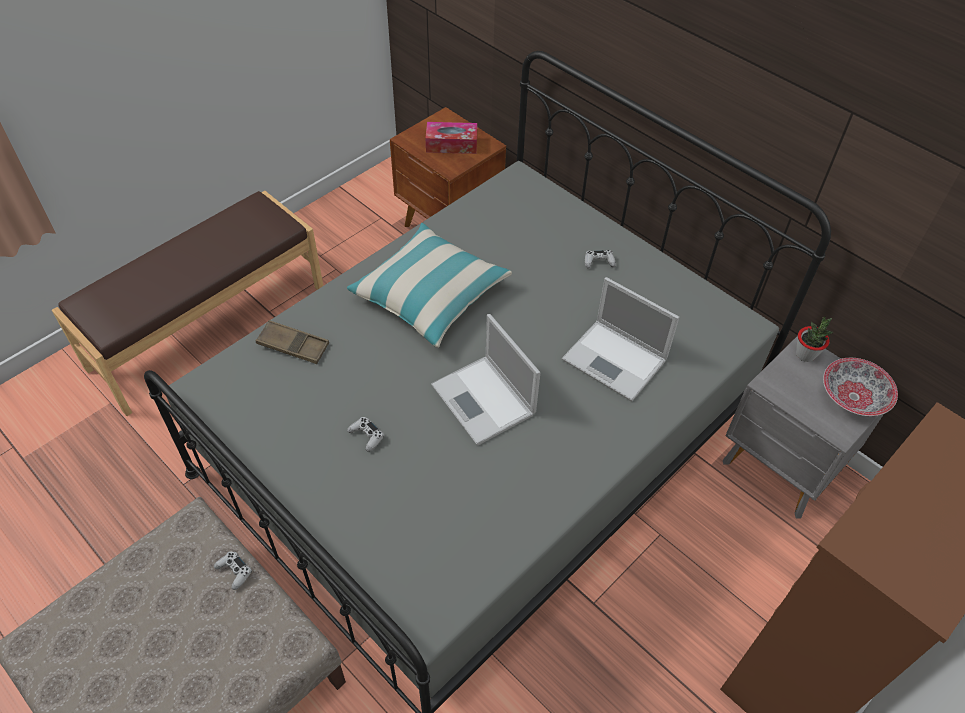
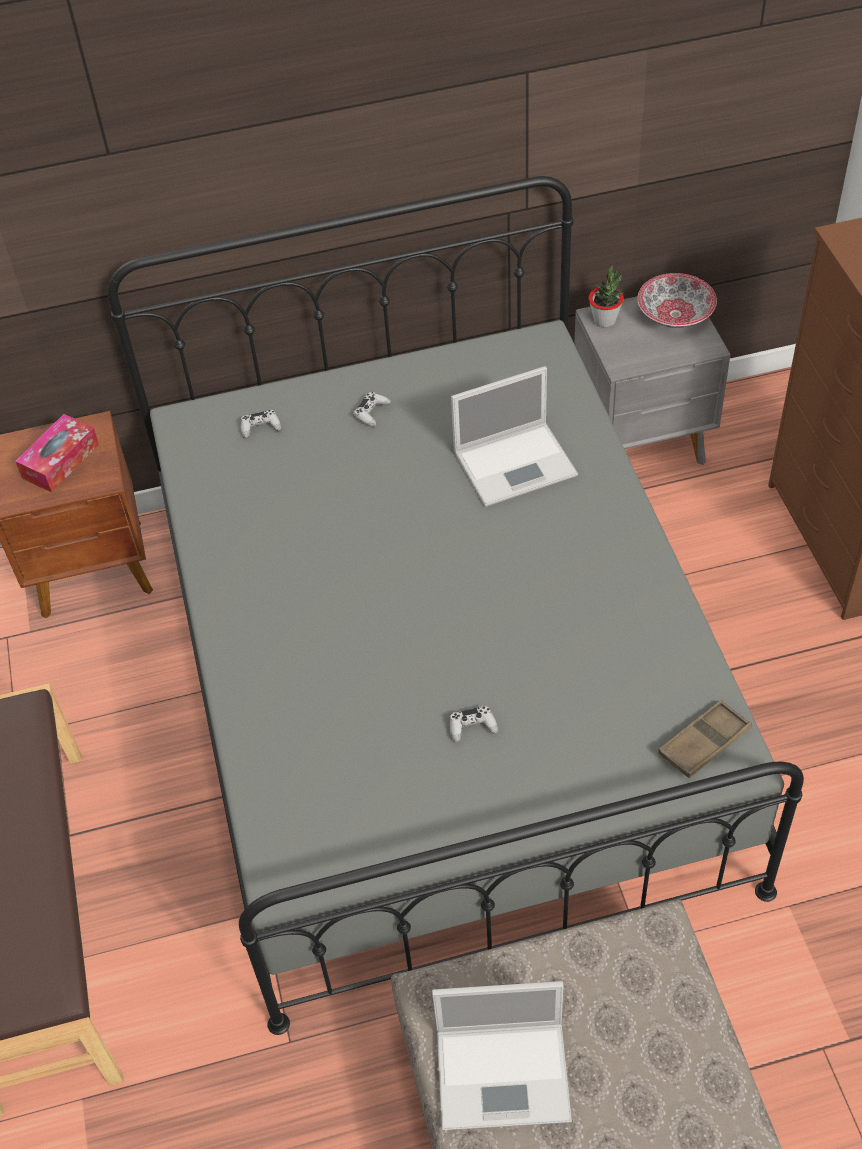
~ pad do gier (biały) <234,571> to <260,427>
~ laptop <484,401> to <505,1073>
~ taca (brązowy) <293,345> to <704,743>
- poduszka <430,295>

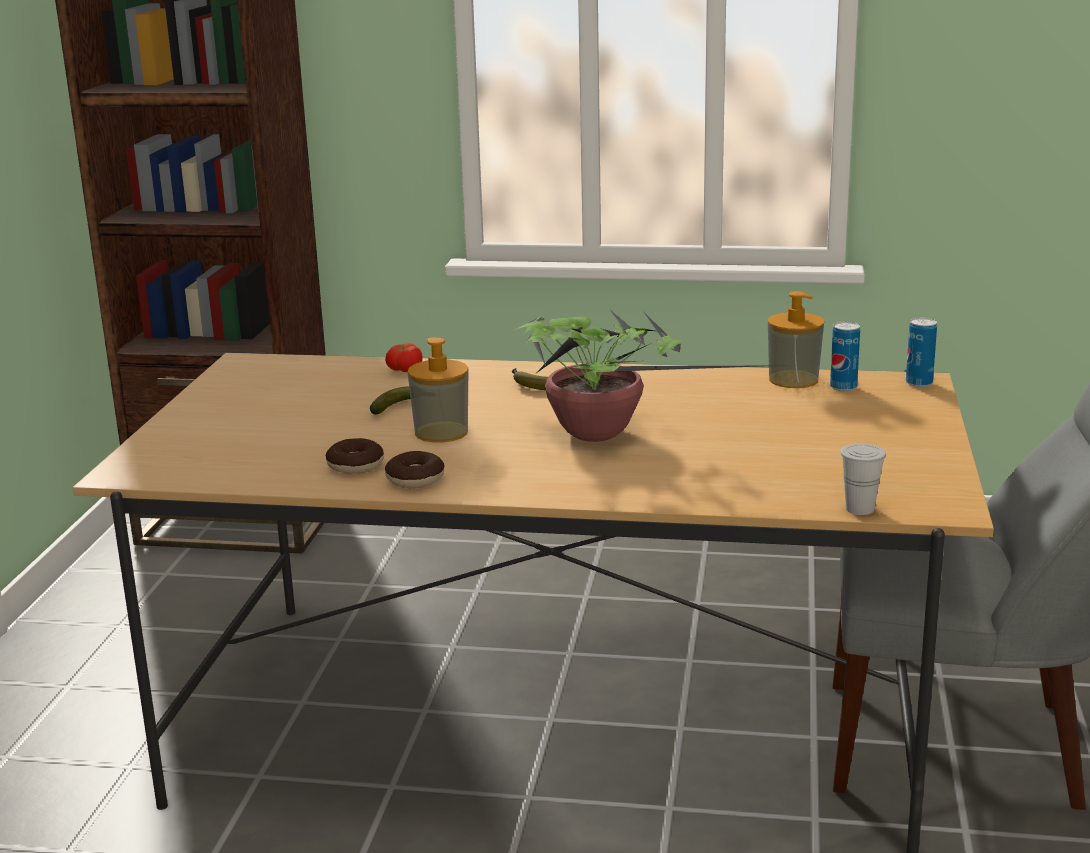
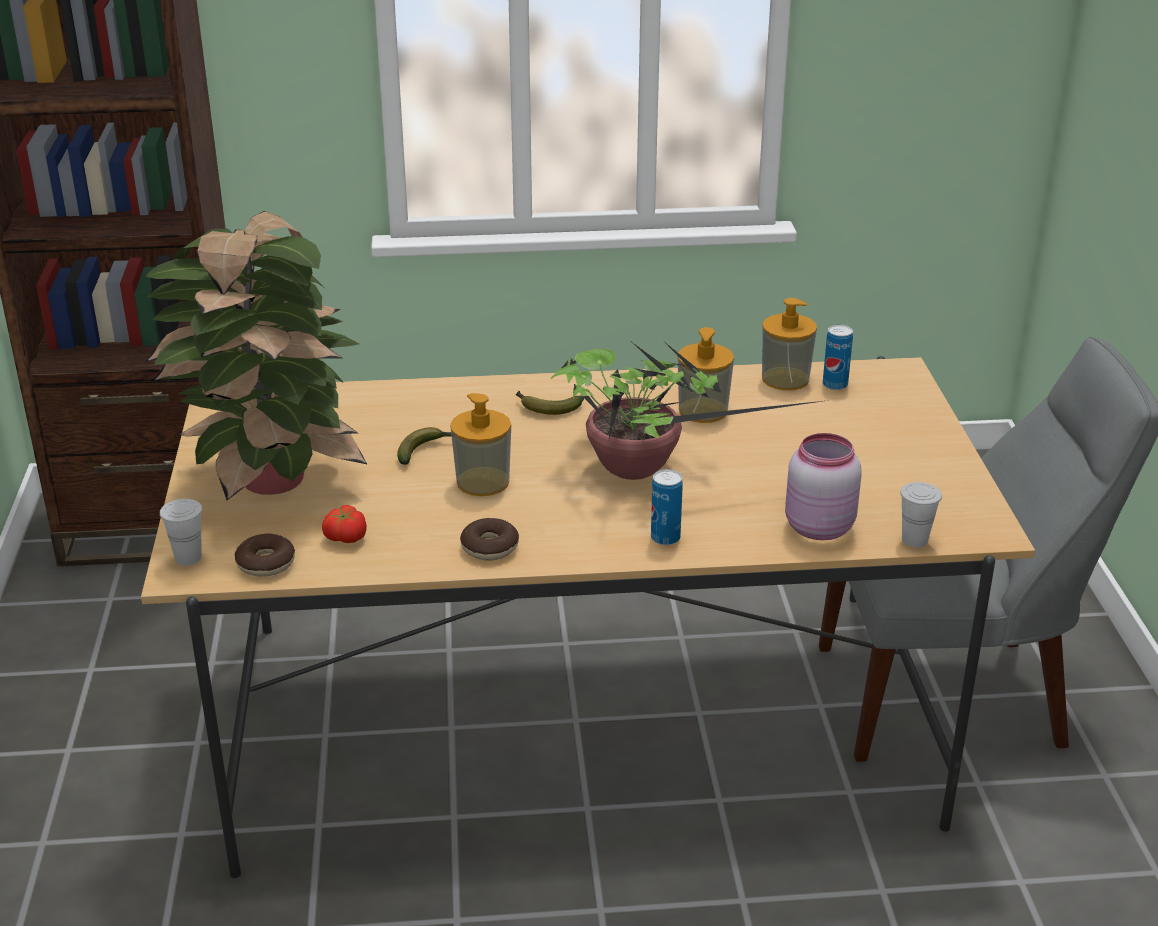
+ roślina doniczkowa <270,482>
+ filiżanka (biały) <188,557>
~ donut <355,465> to <266,563>
~ pomidor <404,370> to <345,538>
~ puszka <919,383> to <665,538>
+ dozownik mydła <703,410>
+ słoik (różowy) <817,527>

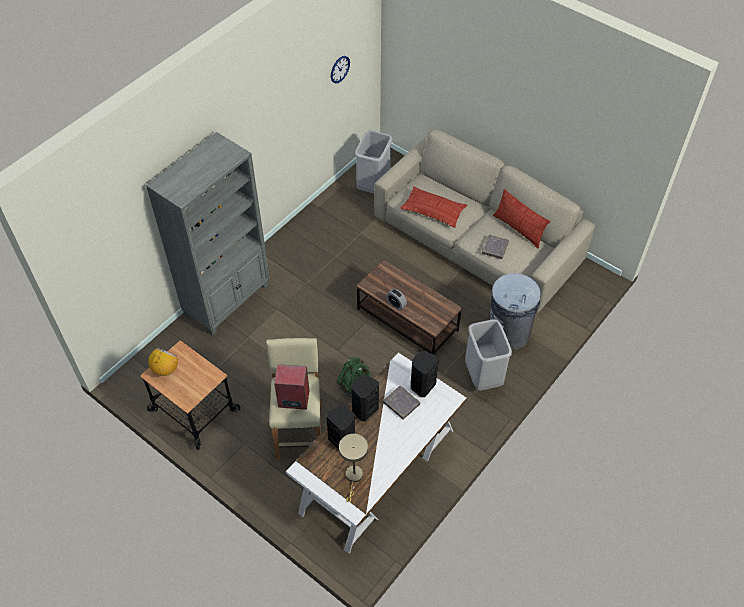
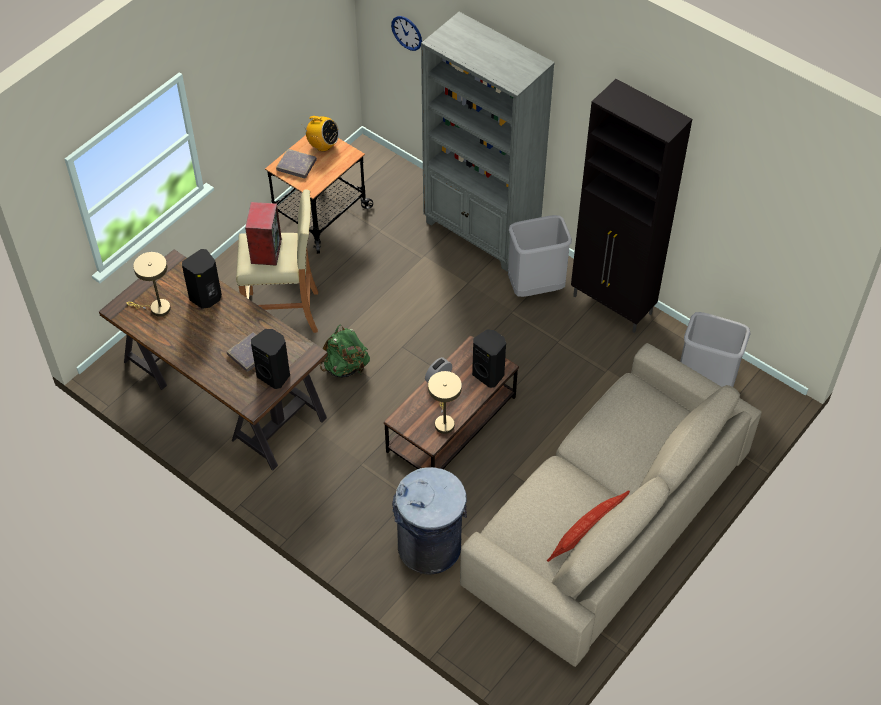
~ biurko (biały) <378,471> to biurko (brązowy) <223,390>
~ książka (szary) <495,248> to <296,165>
~ zegar ścienny <340,69> to <407,33>
+ lampa stołowa (beżowy) <444,422>
~ głośnik (czarny) <364,409> to <489,374>
~ kosz na śmieci (szary) <482,376> to <535,286>
+ szafka (czarny) <613,305>
- poduszka <433,210>

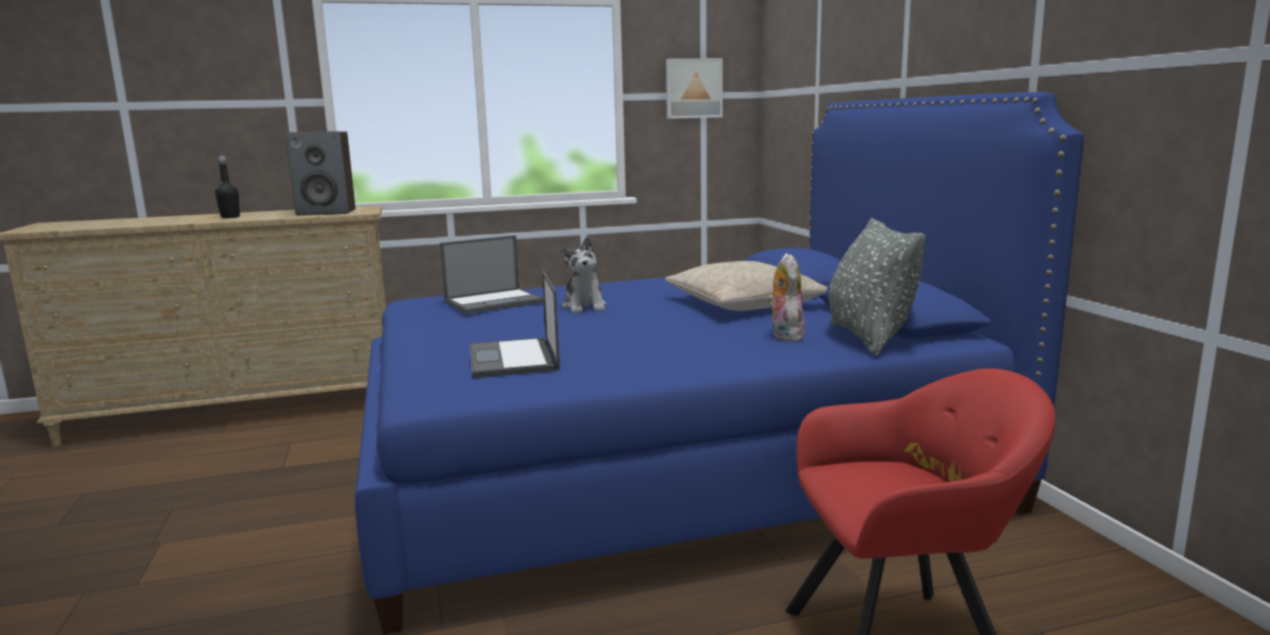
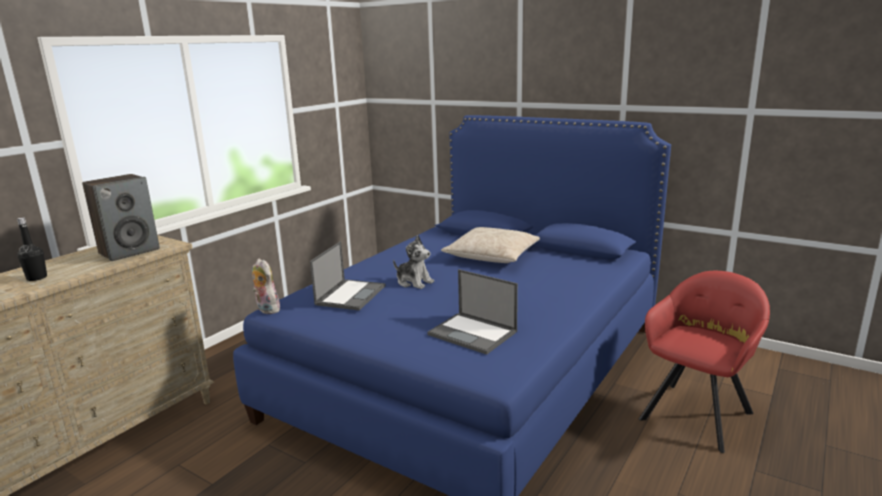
~ pluszak <784,335> to <266,309>
- obraz <693,88>
- poduszka (szary) <869,337>

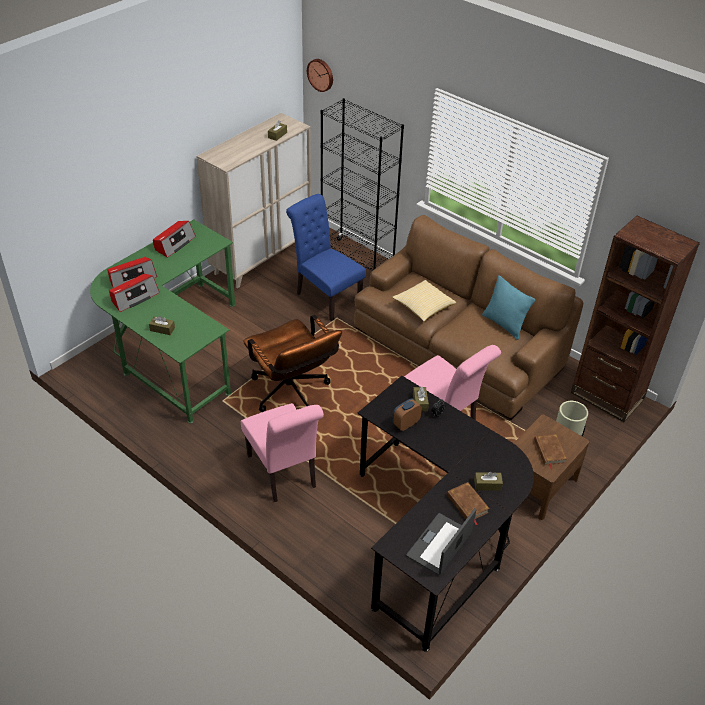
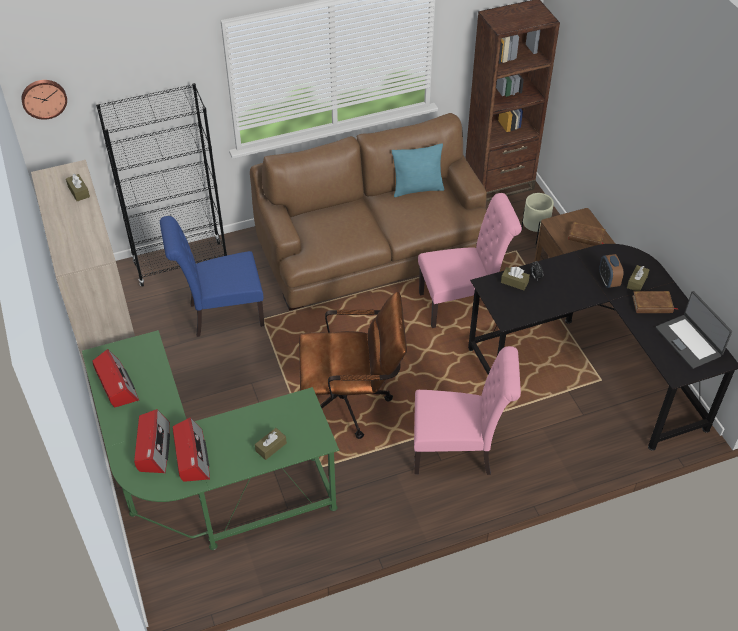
~ budzik <405,424> to <608,281>
- poduszka <423,307>

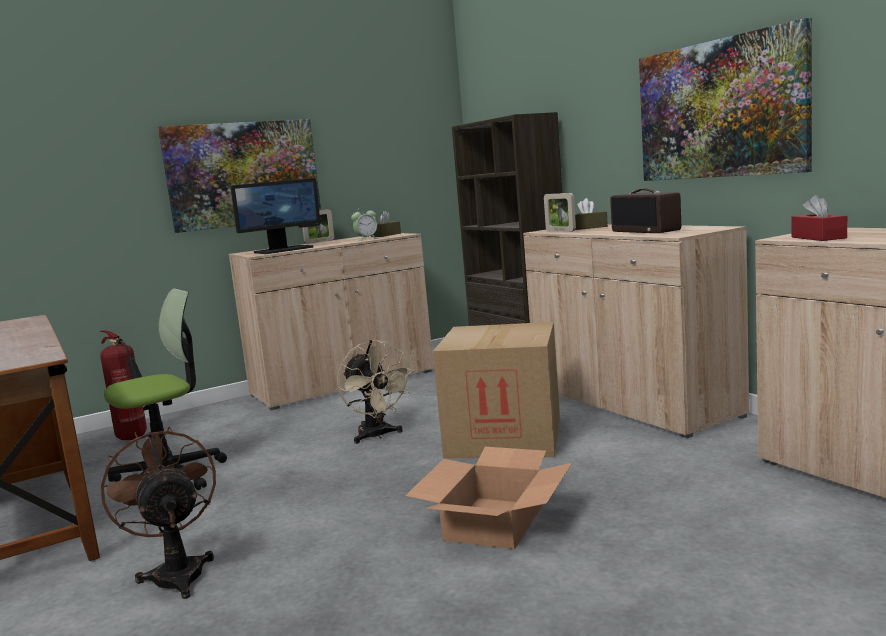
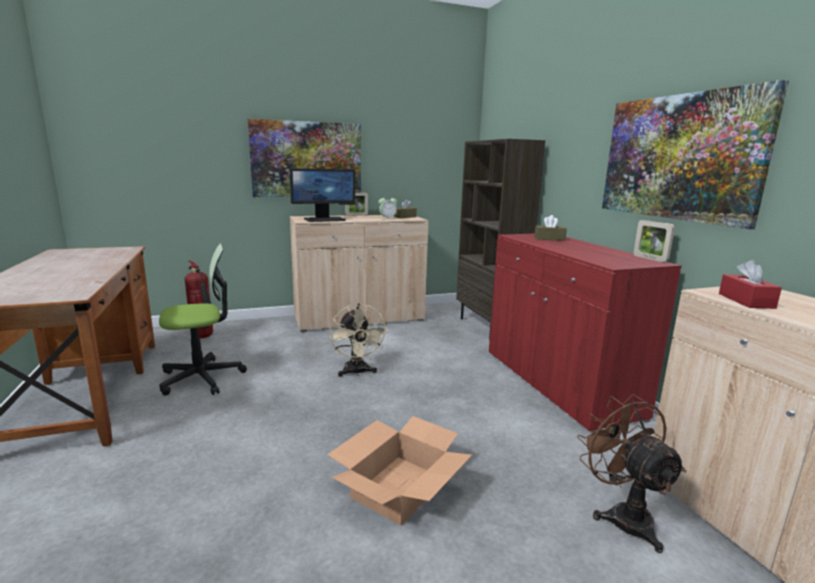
~ szafka (beżowy) <631,402> to szafka (czerwony) <558,383>
~ wentylator (brązowy) <176,572> to <622,515>
~ ramka na zdjęcie <560,231> to <650,259>
- karton <504,437>
- radio <646,231>

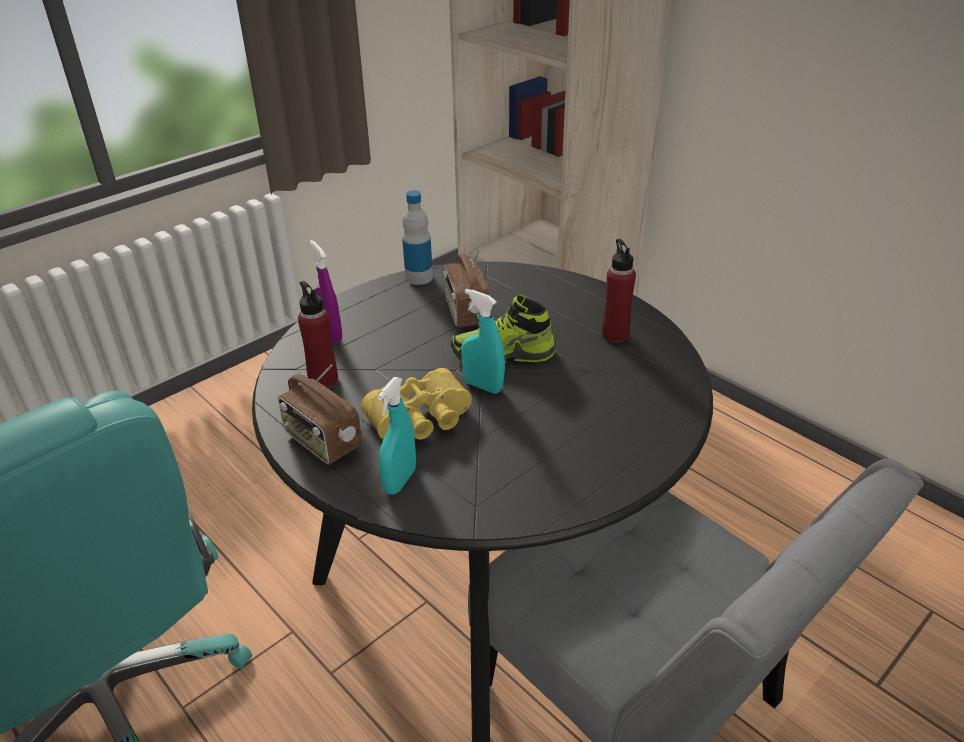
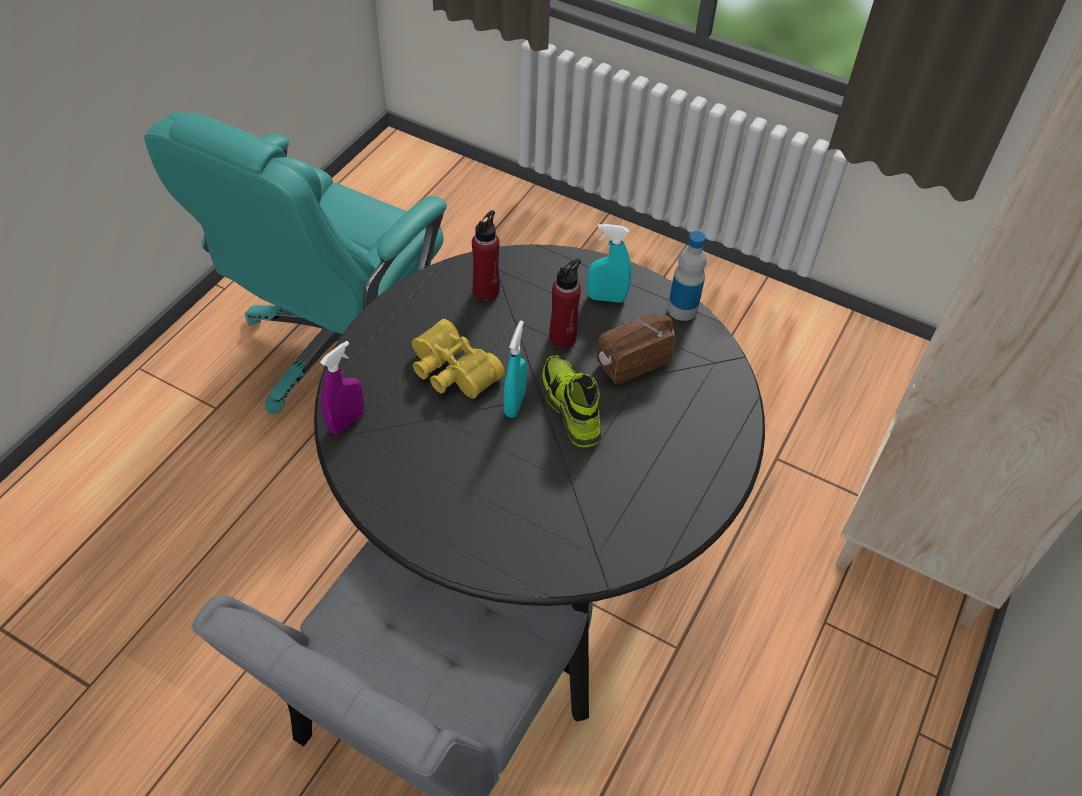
~ spryskiwacz (fioletowy) <330,334> to <346,421>
~ butelka (czerwony) <615,334> to <563,337>
~ spryskiwacz (turkusowy) <400,481> to <606,298>
- radio <322,442>

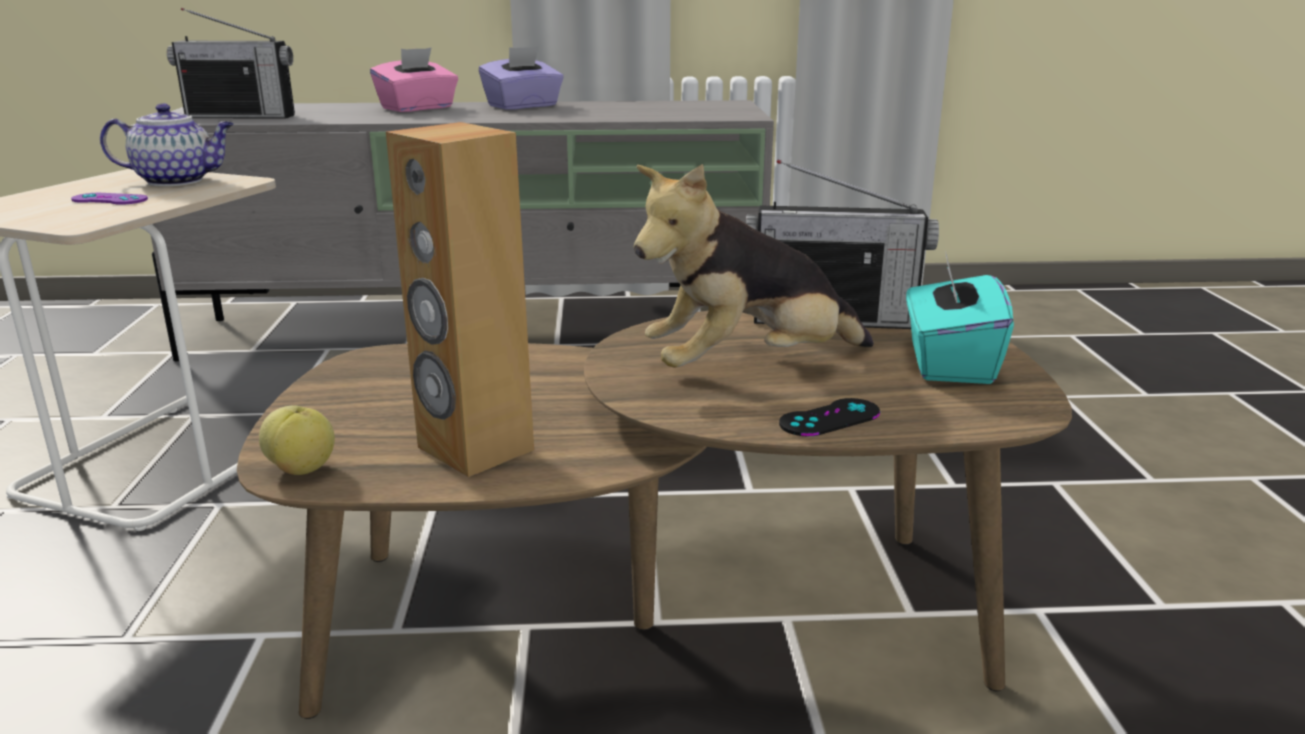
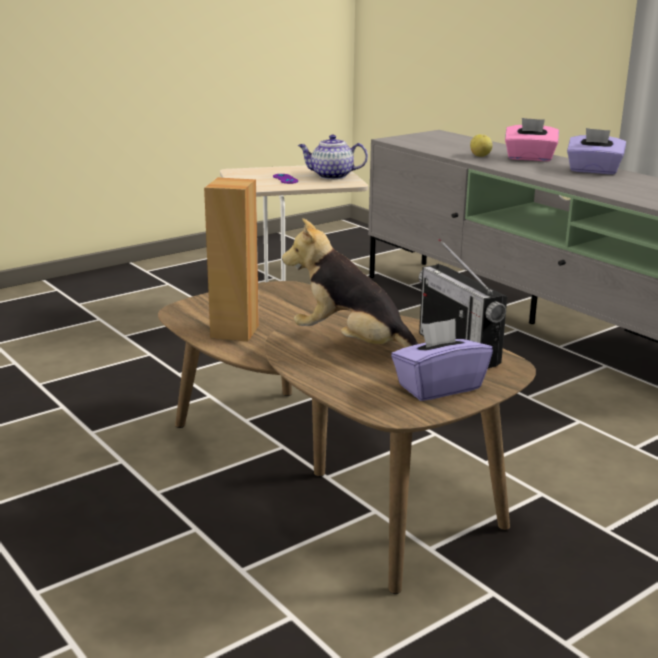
~ imbryk <178,181> = <331,176> 135 degrees clockwise
~ pudełko chusteczek (turkusowy) <948,362> to pudełko chusteczek (fioletowy) <438,387>
~ jabłko <302,469> to <480,156>
- radio <241,116>
- pad do gier (czarny) <829,418>

